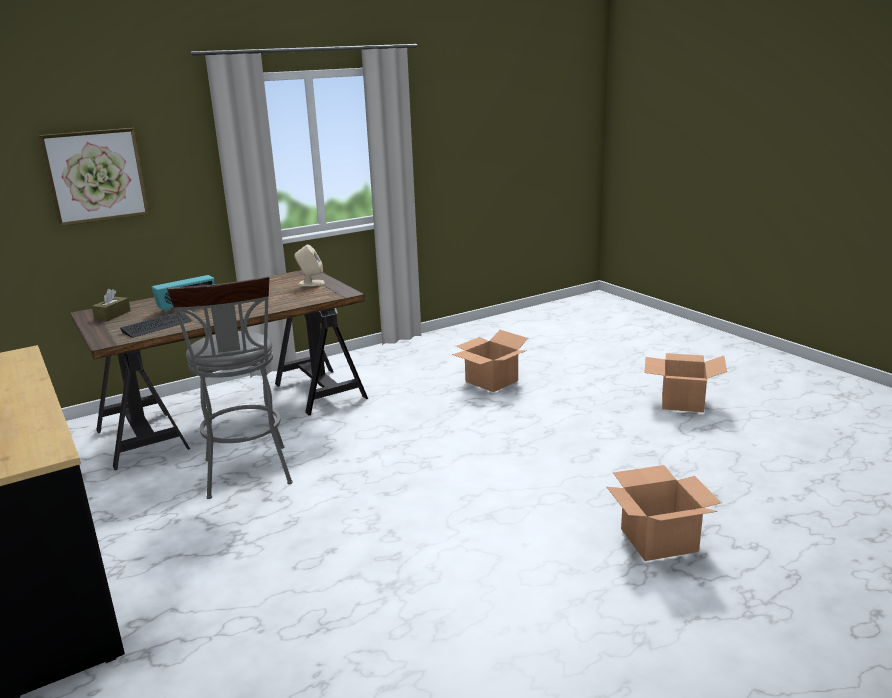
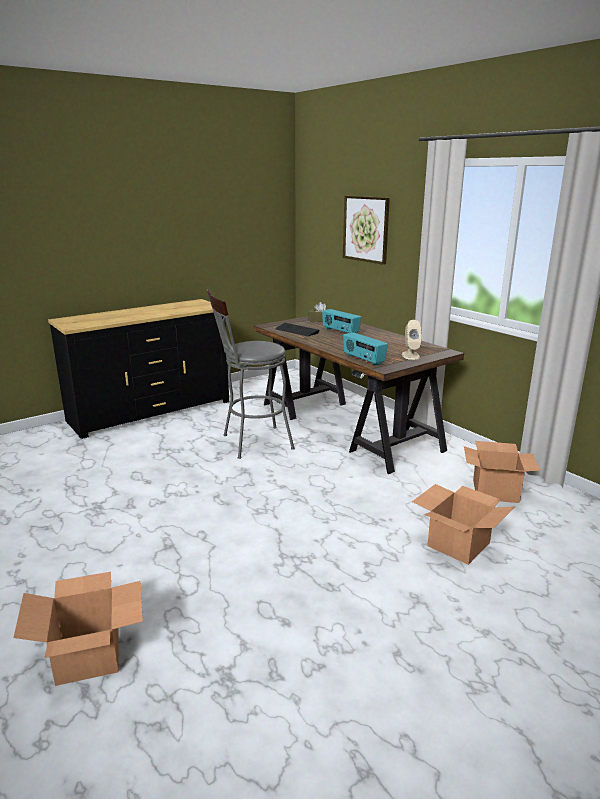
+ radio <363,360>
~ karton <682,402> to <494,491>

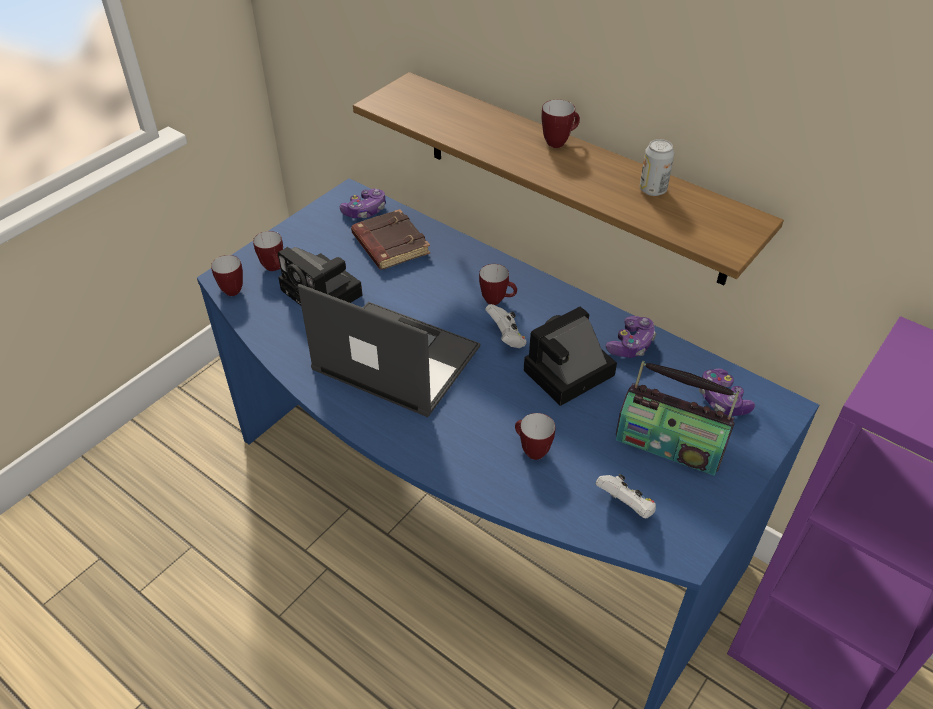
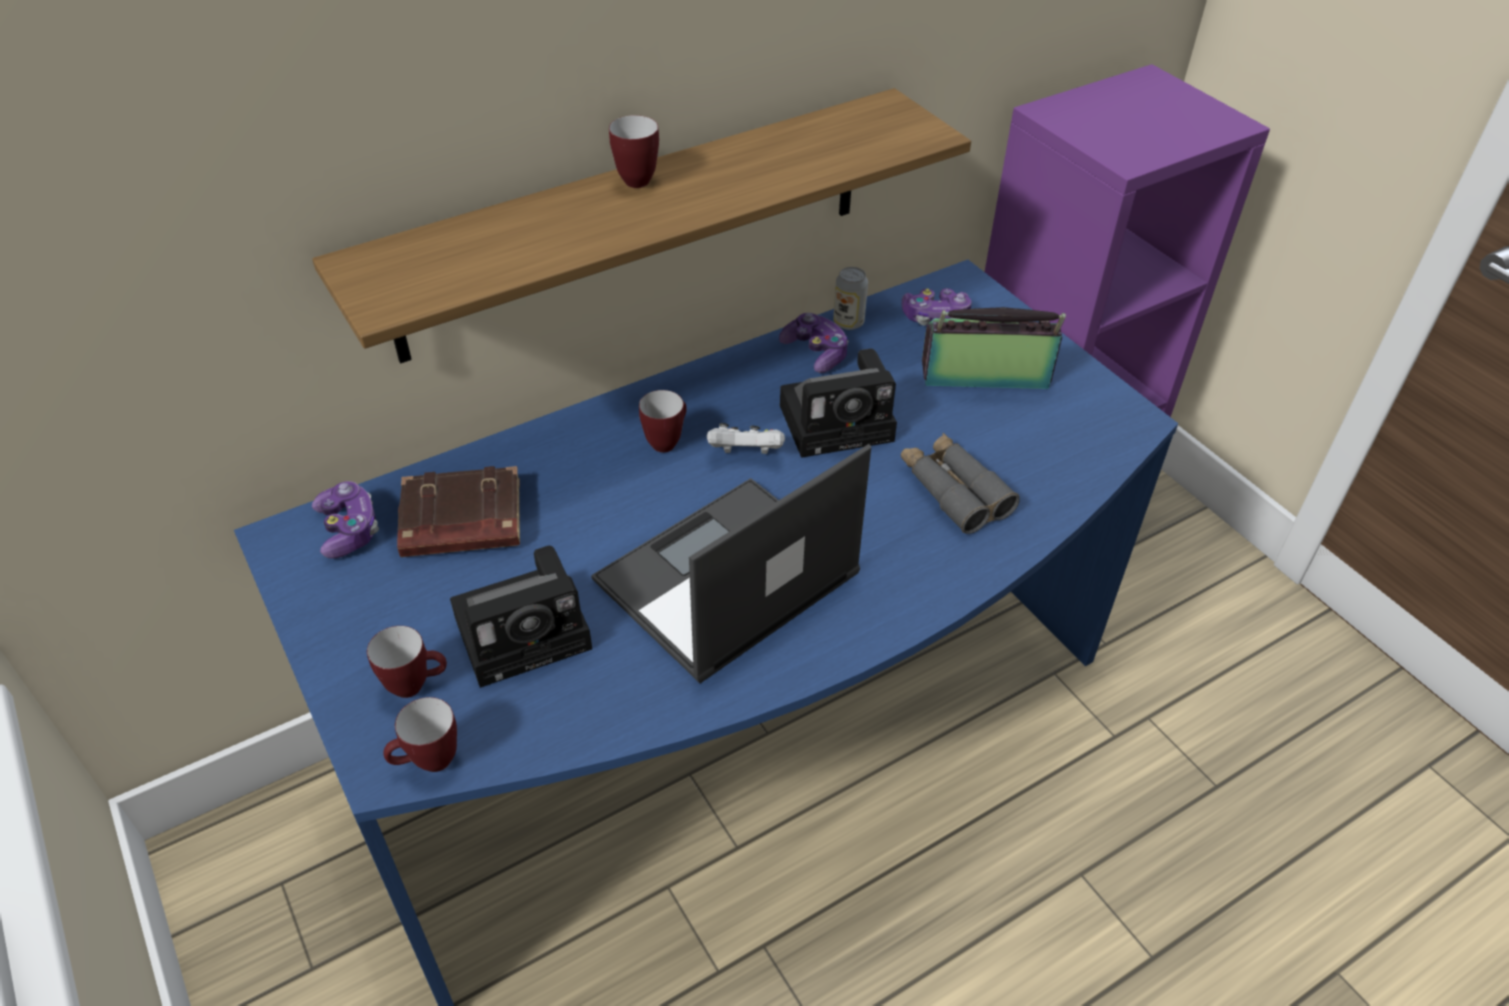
~ aparat fotograficzny <566,375> = <840,421> 90 degrees counterclockwise
~ puszka <652,190> to <848,322>
~ kubek <531,450> to lornetka (szary) <954,491>
~ radio <669,444> = <985,378> 135 degrees counterclockwise
- pad do gier (biały) <625,506>

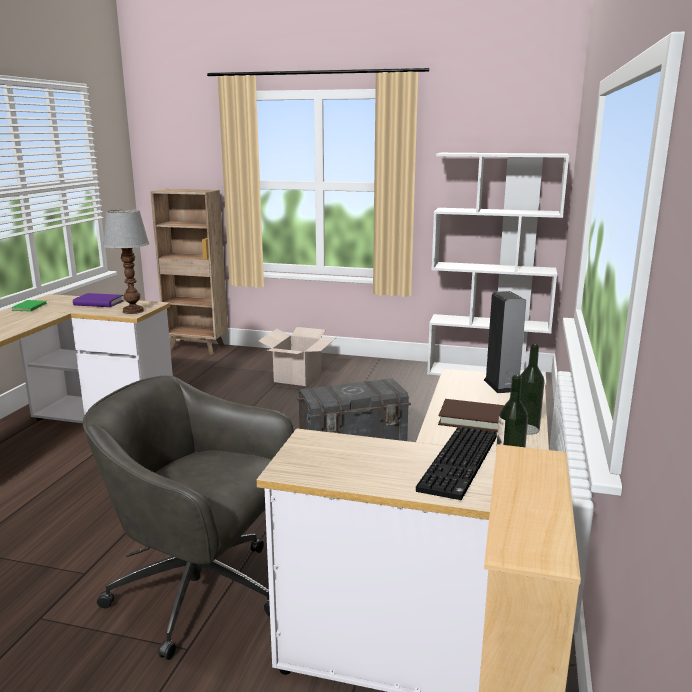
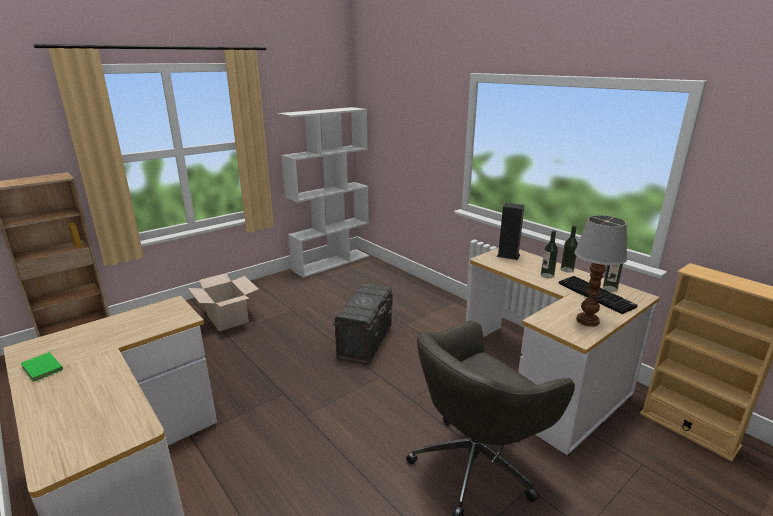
~ książka (brązowy) <474,419> to butelka <547,275>
~ lampa stołowa <132,311> to <587,321>
- książka (fioletowy) <98,303>

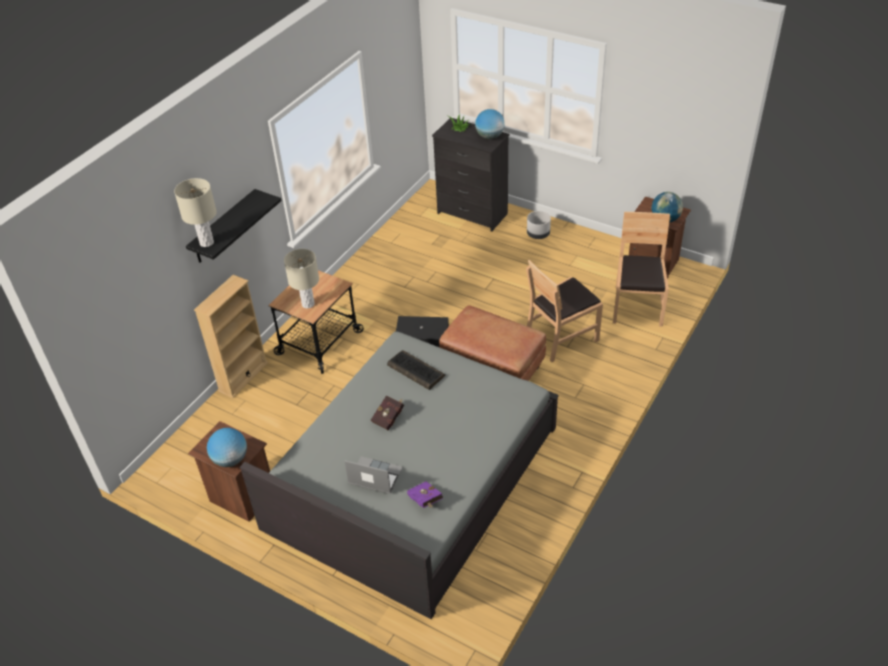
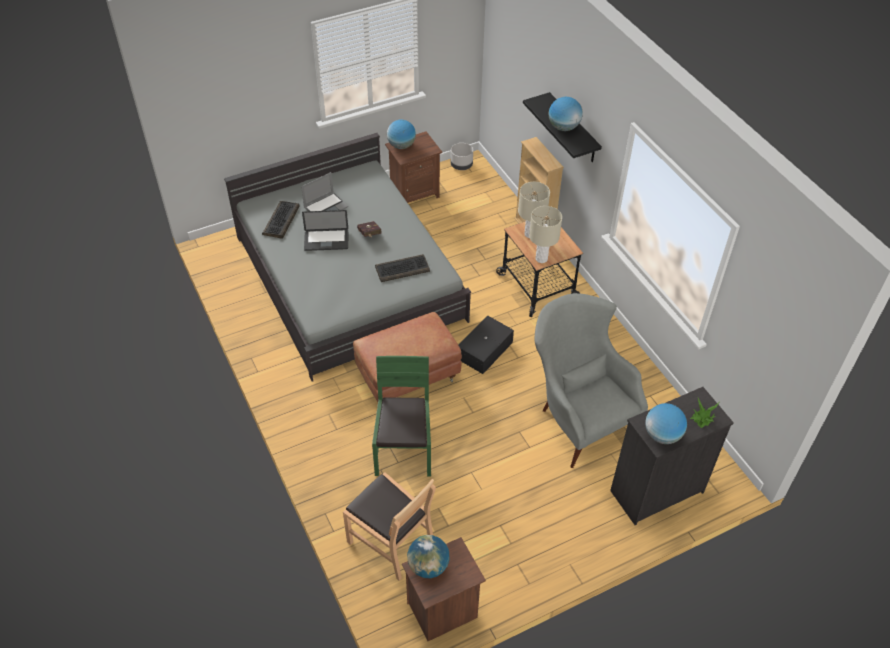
~ książka (fioletowy) <425,501> to klawiatura <281,221>
+ laptop <326,241>
~ krzesło (brązowy) <561,337> to krzesło (zielony) <404,449>
~ donica (szary) <538,234> to <461,165>
~ lampa stołowa (beżowy) <207,242> to <541,259>
+ fotel (szary) <578,414>
+ globus <563,127>

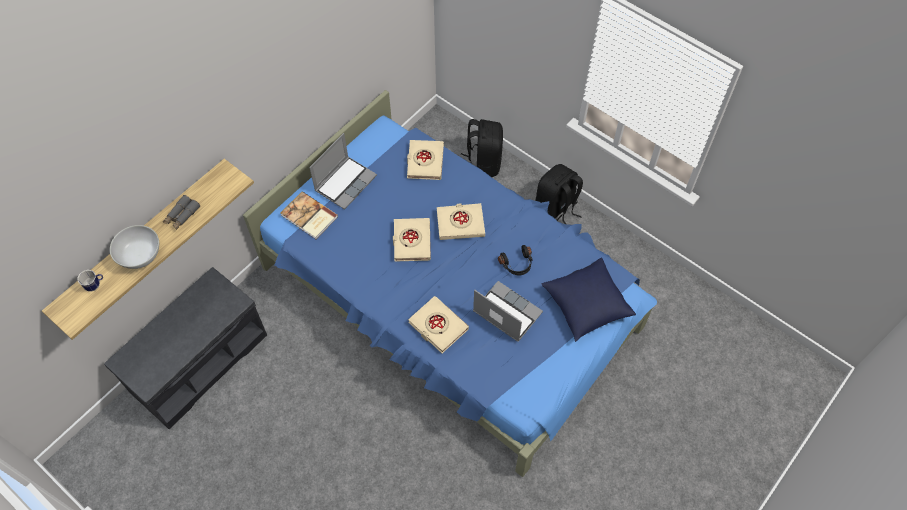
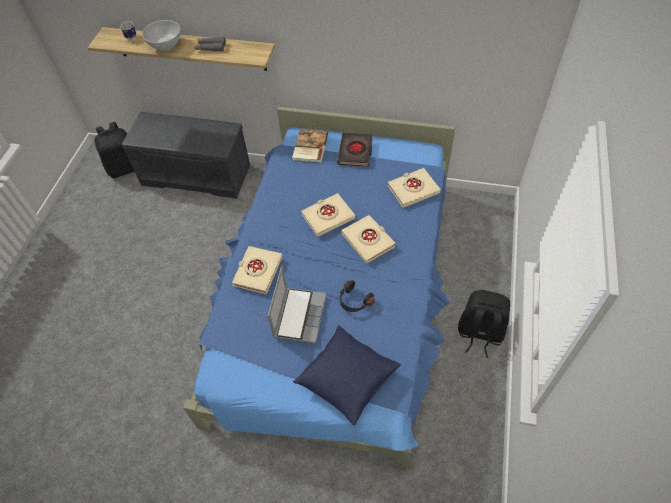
~ plecak (czarny) <483,163> to <125,168>
~ laptop <345,182> to książka (czarny) <355,152>

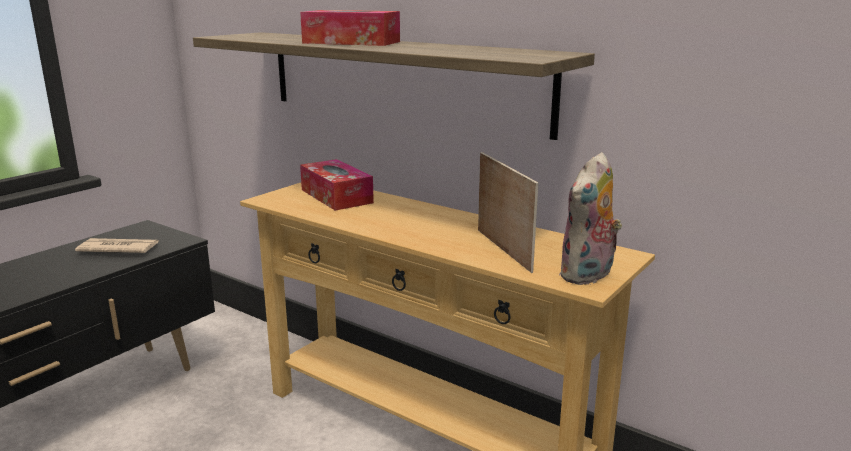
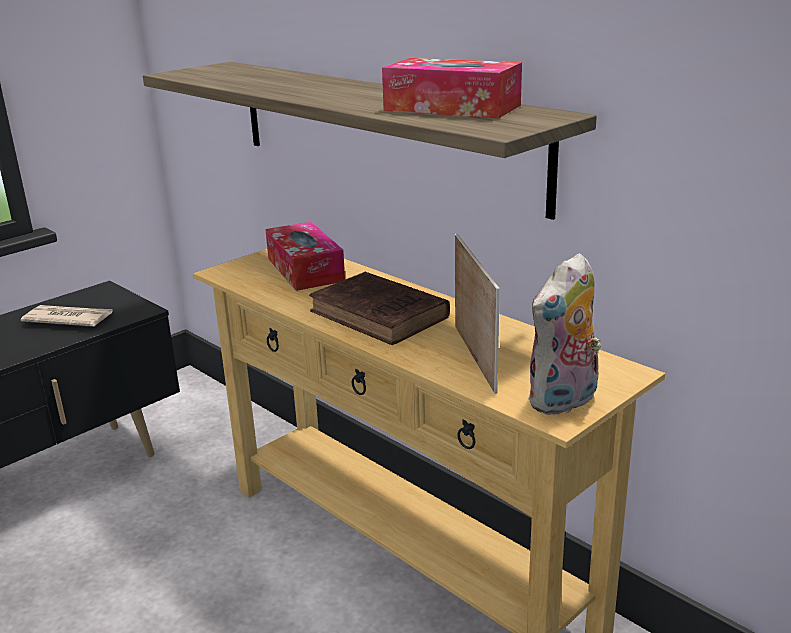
+ książka (brązowy) <381,316>
~ pudełko chusteczek <351,42> to <452,108>

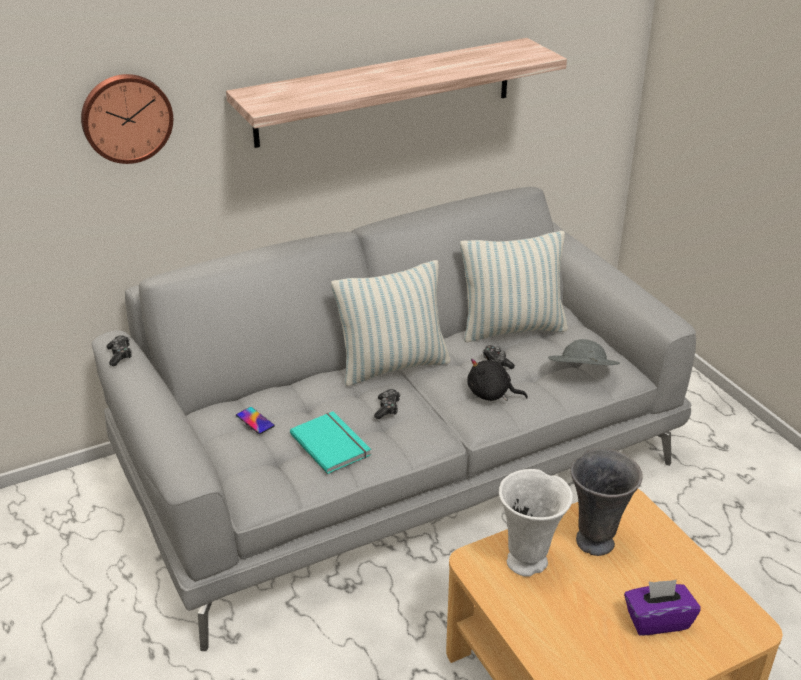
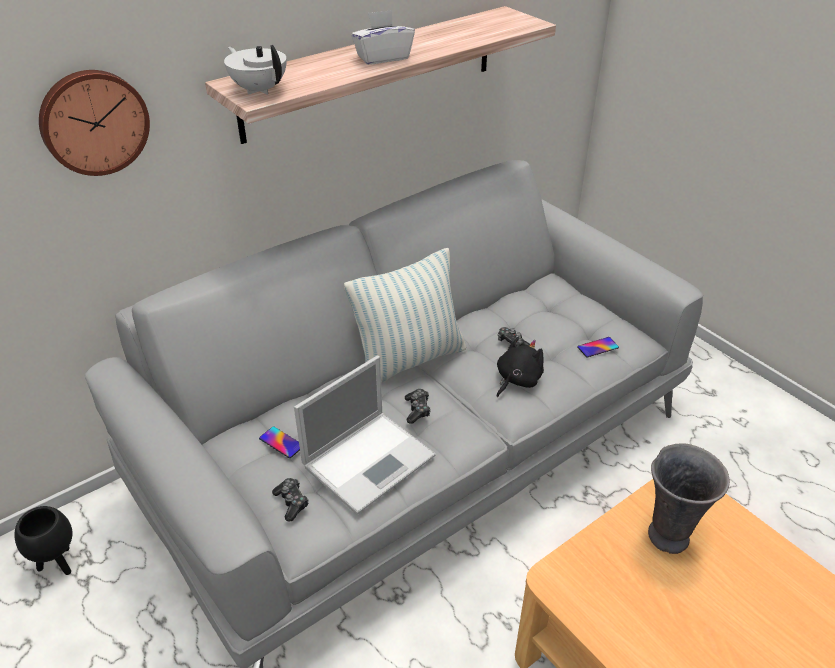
+ donica (czarny) <58,563>
+ imbryk (biały) <259,90>
~ pad do gier <120,355> to <292,502>
~ książka (turkusowy) <332,443> to laptop <370,459>
+ pudełko chusteczek (biały) <383,57>
~ pluszak (czarny) <491,394> = <517,379> 120 degrees clockwise
~ kapelusz (szary) <581,374> to telefon <598,347>
- poduszka <512,328>
- wazon (biały) <528,562>
- pudełko chusteczek (fioletowy) <657,620>

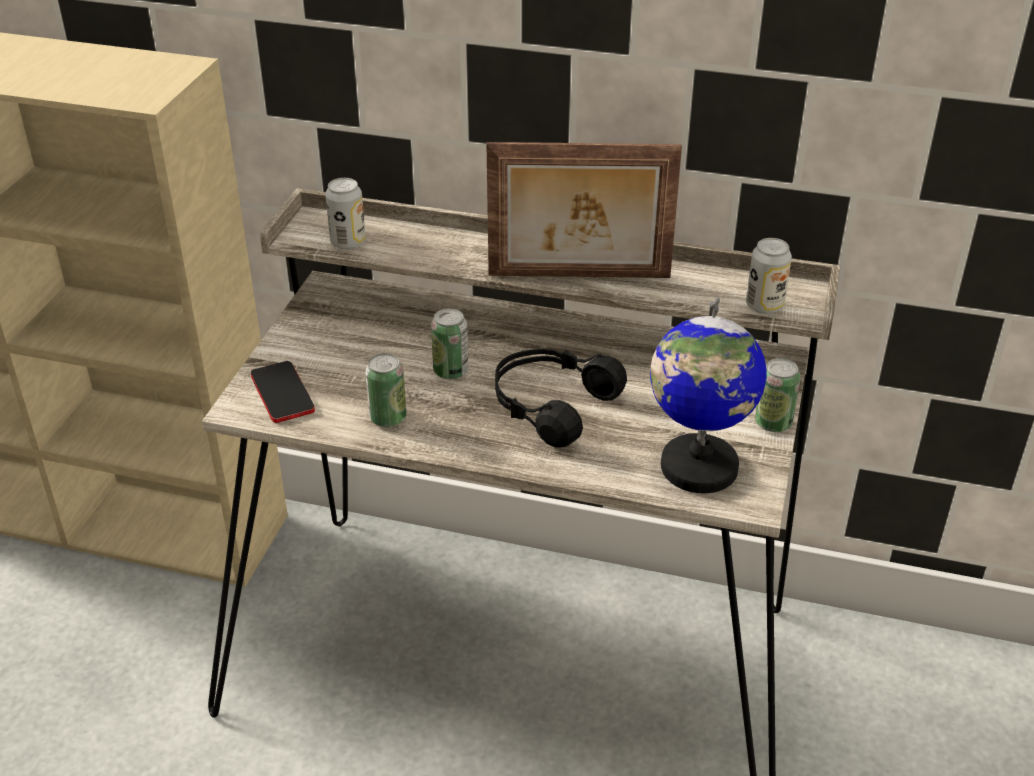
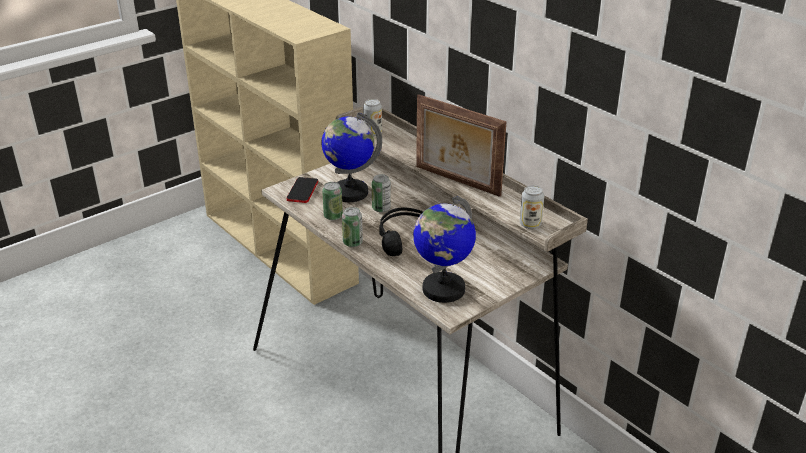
+ globus <349,192>
~ puszka <773,423> to <352,243>

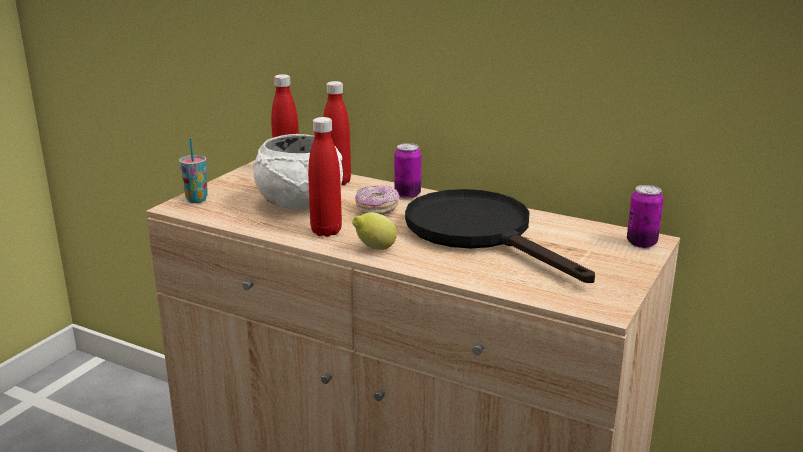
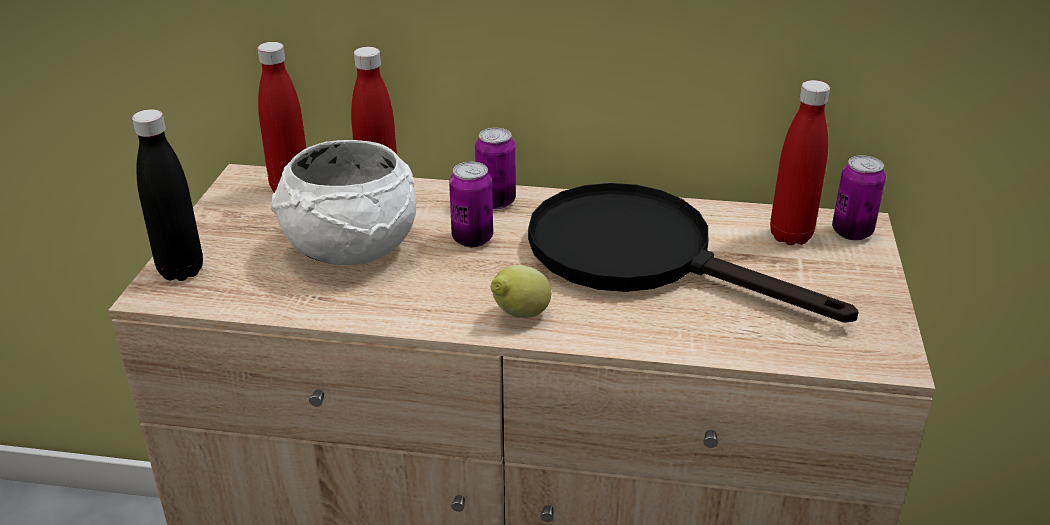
~ filiżanka <196,199> to butelka (czarny) <181,271>
~ donut <377,210> to puszka <472,239>
~ butelka (czerwony) <326,231> to <790,236>

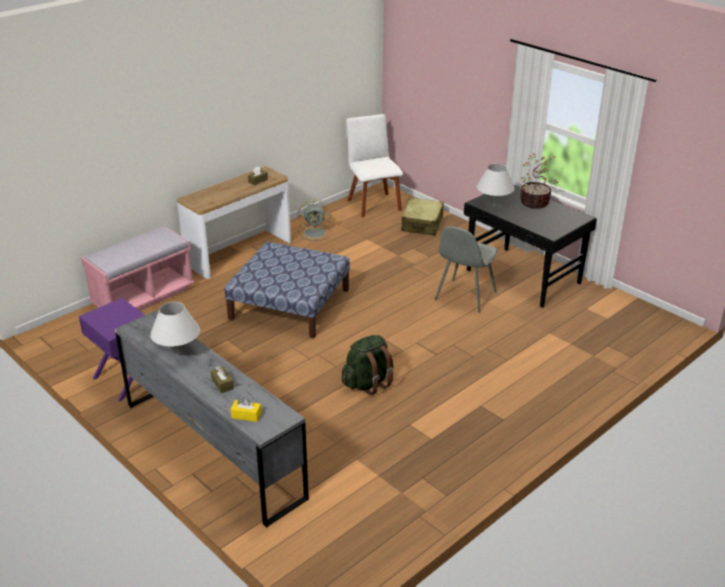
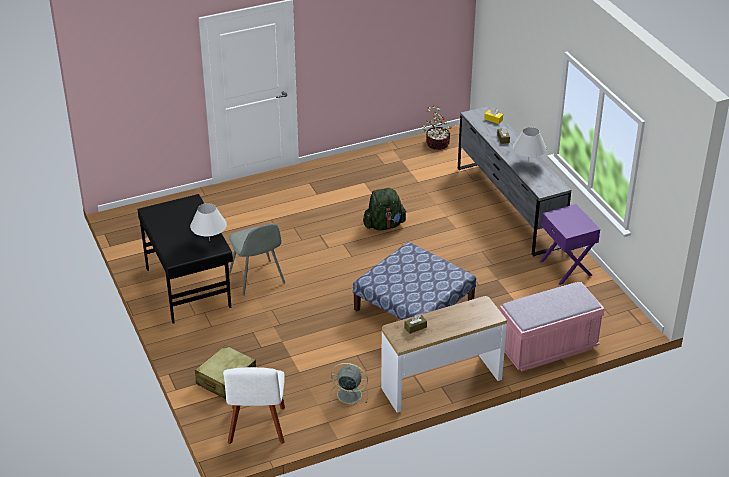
~ krzesło (szary) <464,297> = <257,279> 105 degrees clockwise
~ roślina doniczkowa <535,203> to <437,143>

